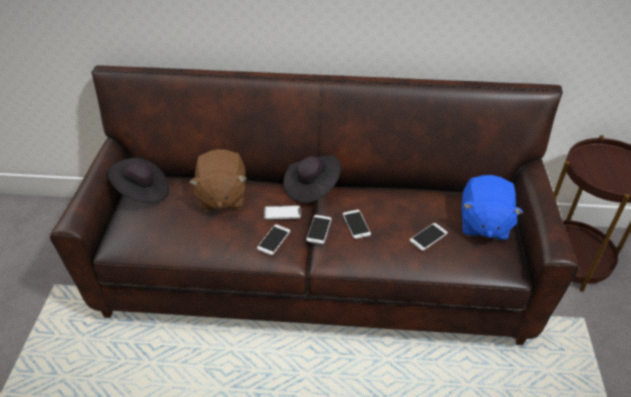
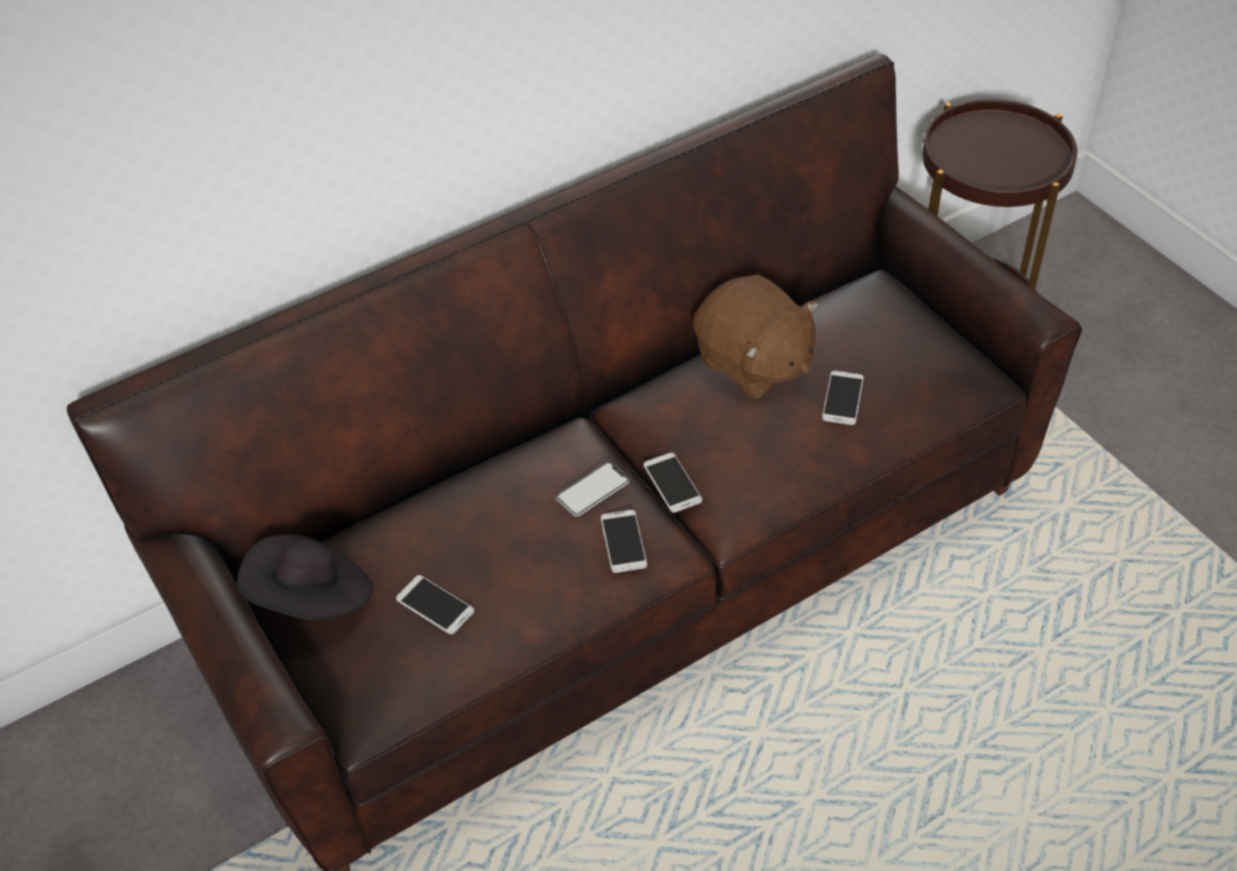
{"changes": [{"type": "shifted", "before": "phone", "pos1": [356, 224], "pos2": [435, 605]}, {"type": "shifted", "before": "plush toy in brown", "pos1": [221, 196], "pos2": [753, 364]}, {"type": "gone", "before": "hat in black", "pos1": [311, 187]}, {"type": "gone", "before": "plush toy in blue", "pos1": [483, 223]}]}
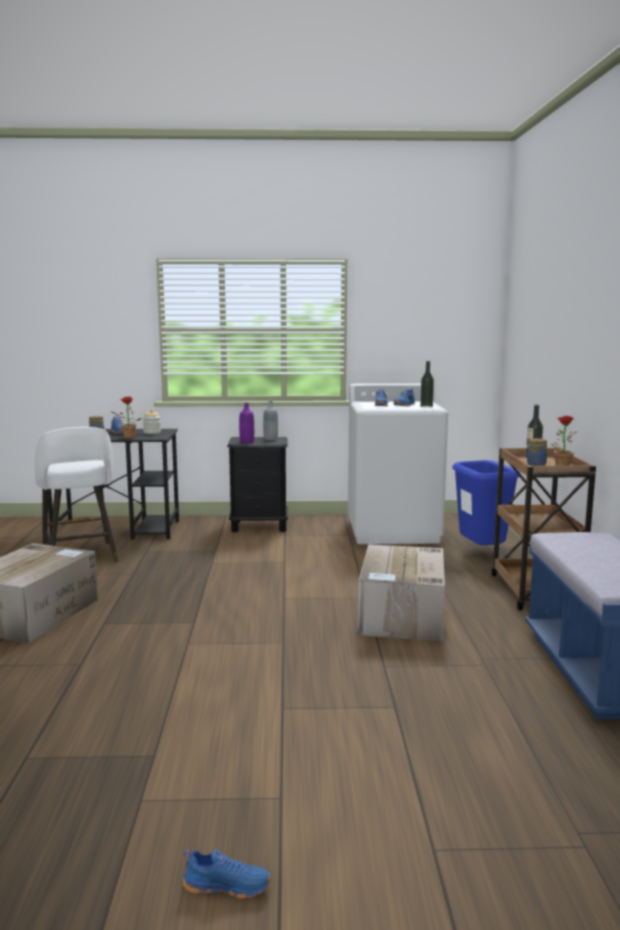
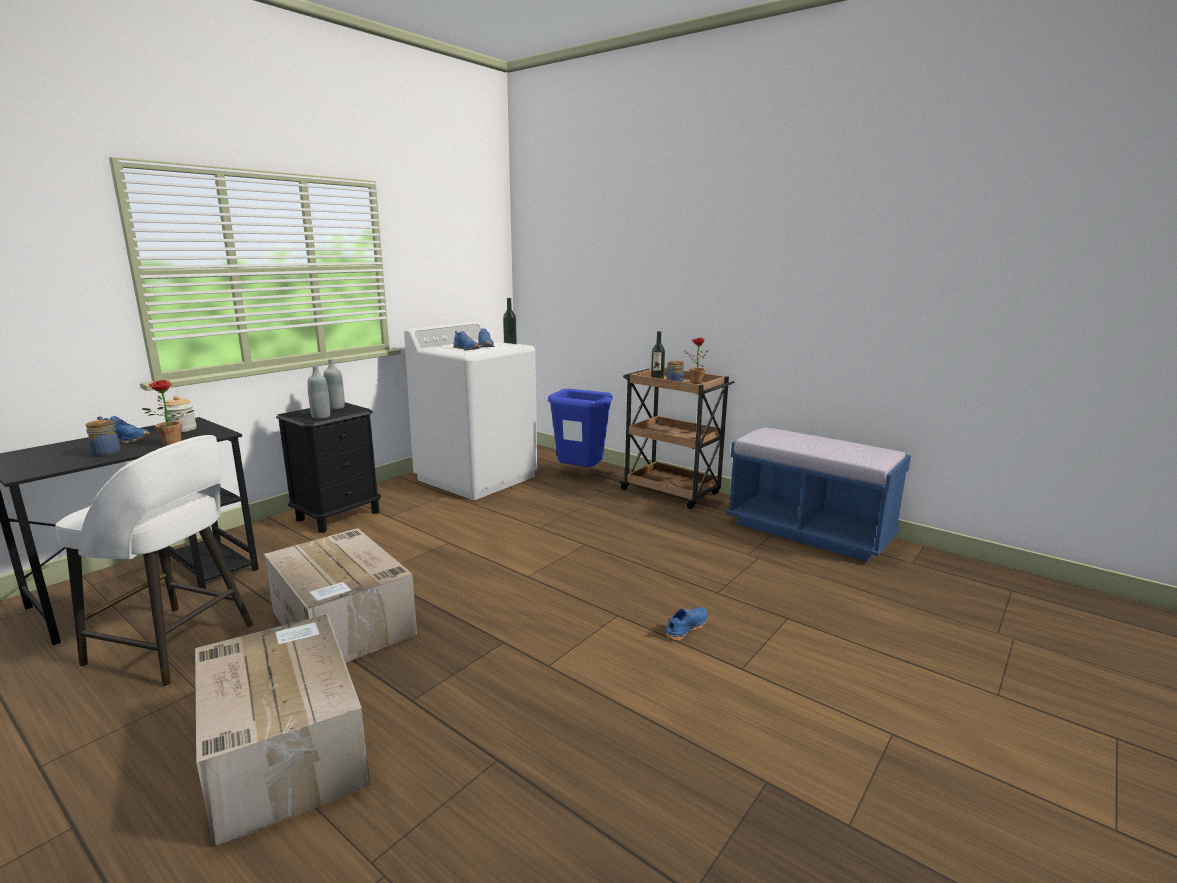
{"changes": [{"type": "shifted", "before": "cardboard box", "pos1": [402, 615], "pos2": [344, 623]}, {"type": "repainted", "before": "bottle in purple", "after": "bottle in grey", "pos1": [247, 442], "pos2": [321, 416]}, {"type": "shifted", "before": "shoe in blue", "pos1": [227, 885], "pos2": [685, 628]}]}
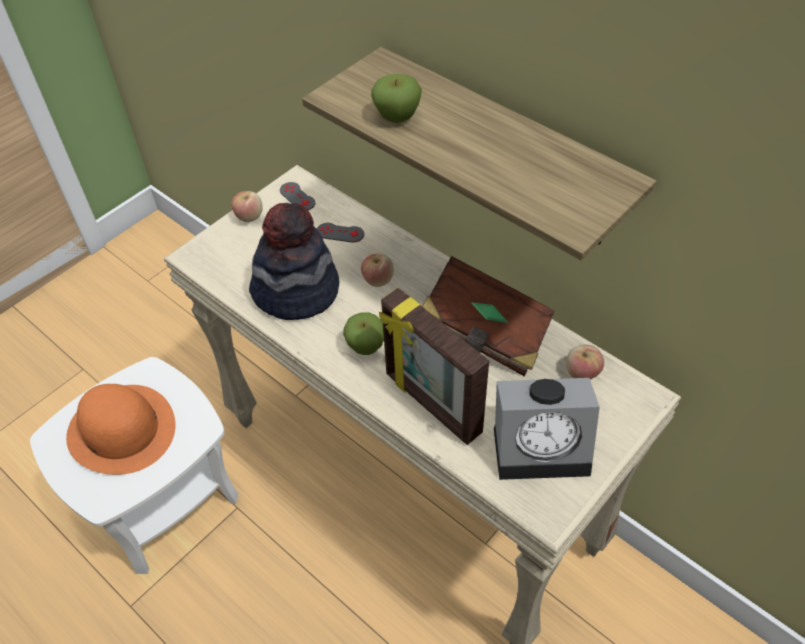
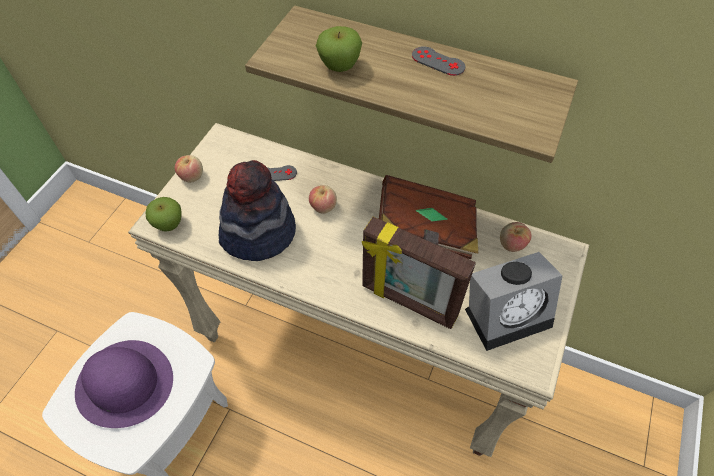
{"changes": [{"type": "repainted", "before": "hat in orange", "after": "hat in purple", "pos1": [122, 429], "pos2": [125, 383]}, {"type": "shifted", "before": "apple", "pos1": [366, 346], "pos2": [169, 224]}, {"type": "shifted", "before": "game controller in grey", "pos1": [297, 196], "pos2": [438, 61]}]}
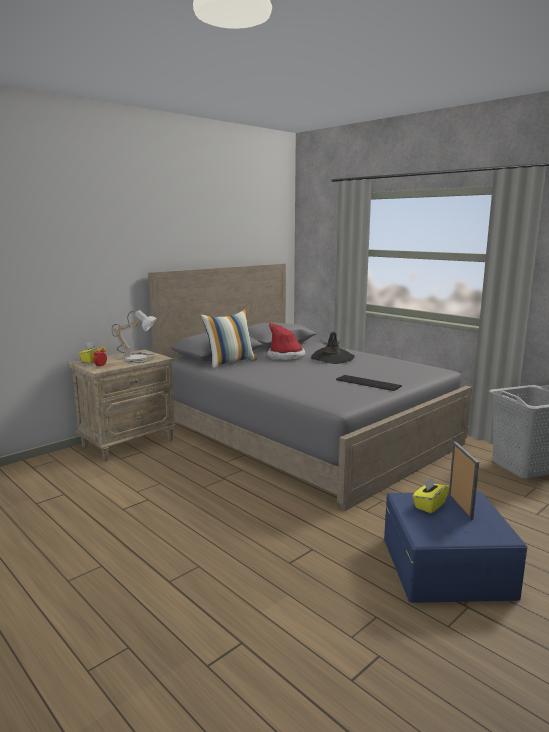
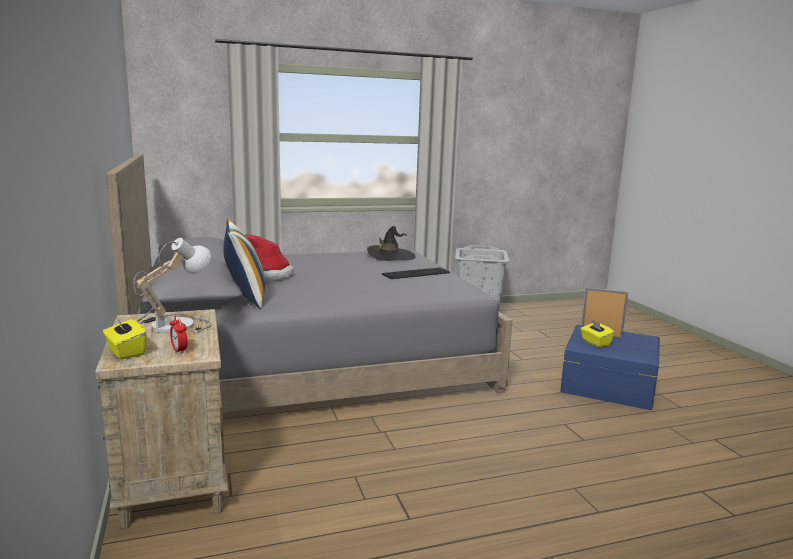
{"changes": [{"type": "shifted", "before": "hat in black", "pos1": [332, 358], "pos2": [391, 256]}]}
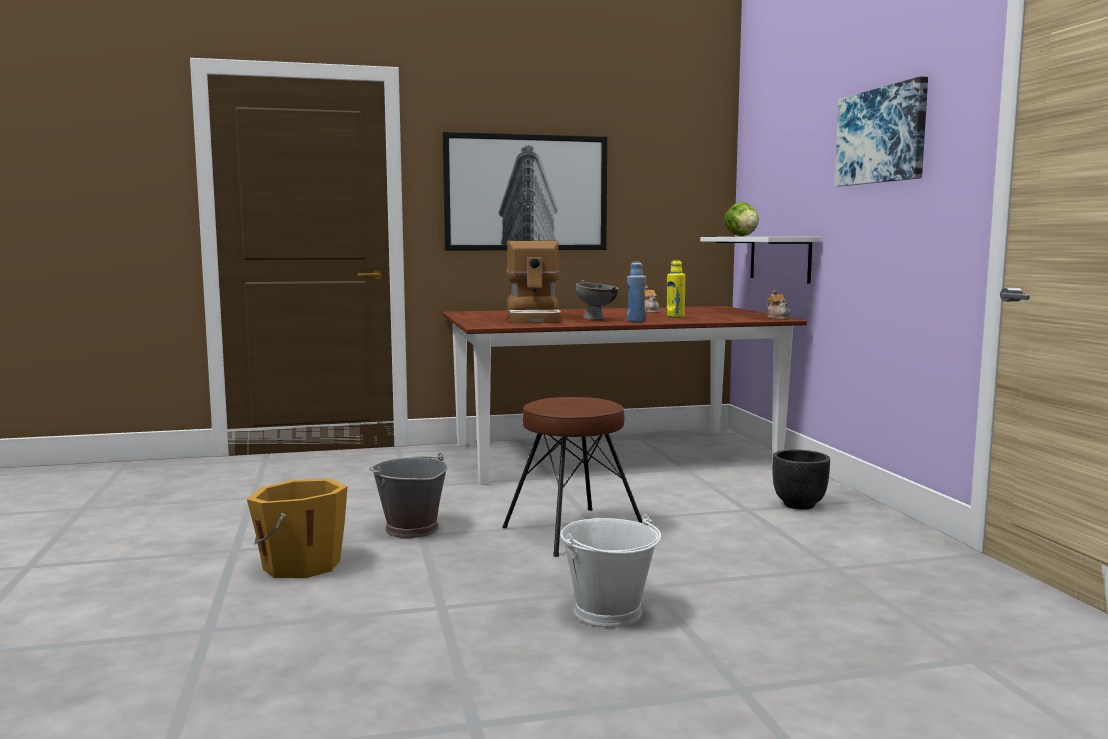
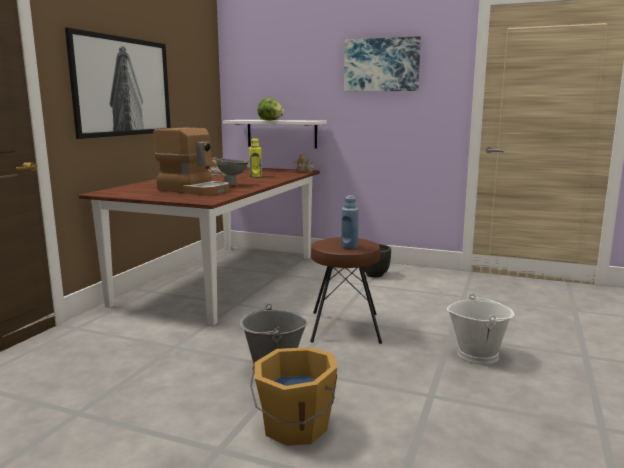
{"changes": [{"type": "shifted", "before": "bottle in blue", "pos1": [636, 321], "pos2": [349, 247]}]}
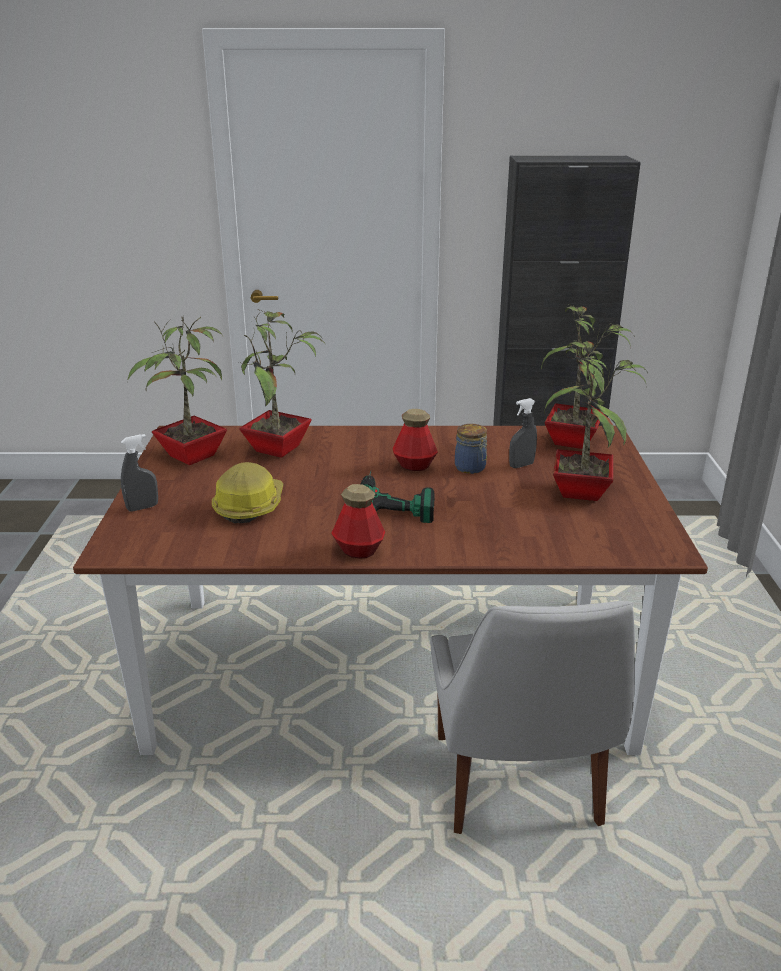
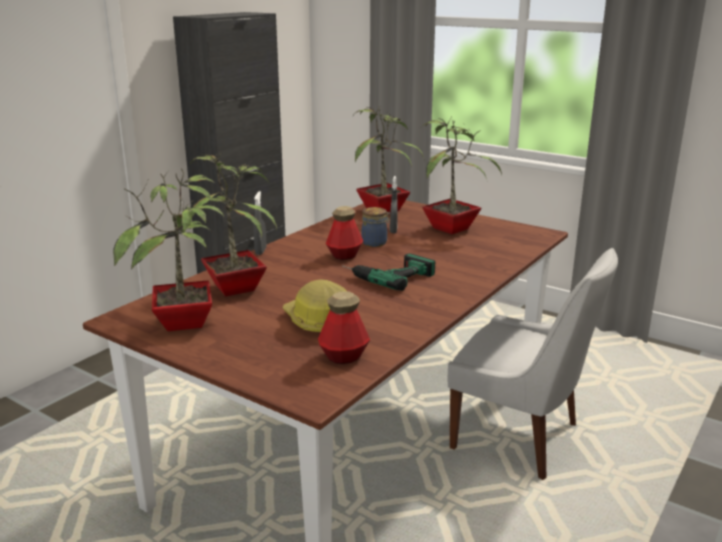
{"changes": [{"type": "shifted", "before": "spray bottle in grey", "pos1": [142, 507], "pos2": [260, 251]}, {"type": "shifted", "before": "bottle", "pos1": [358, 550], "pos2": [344, 356]}]}
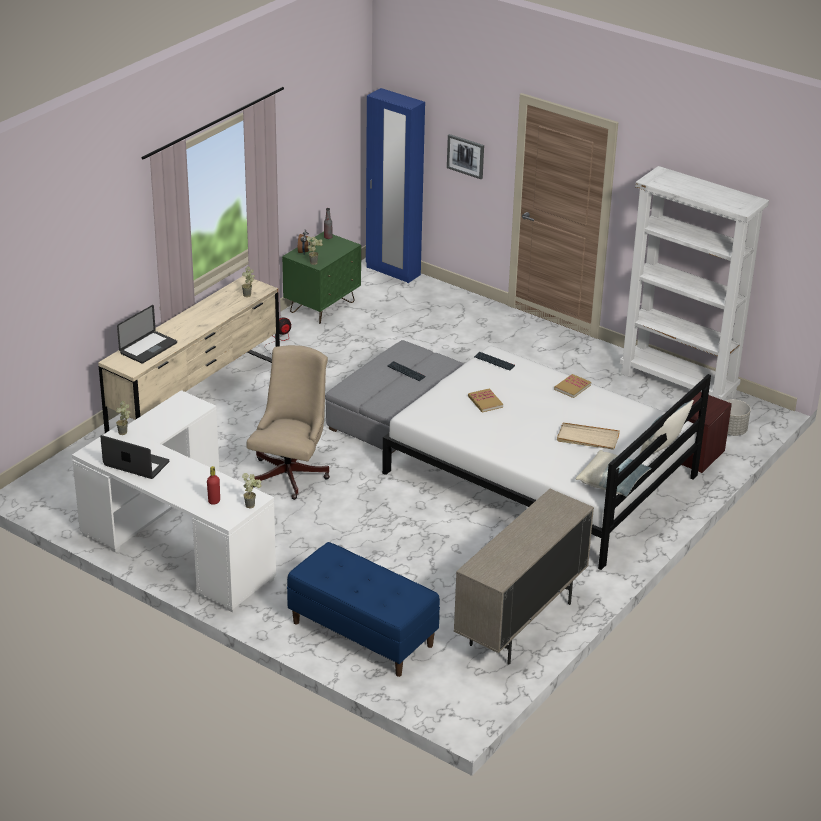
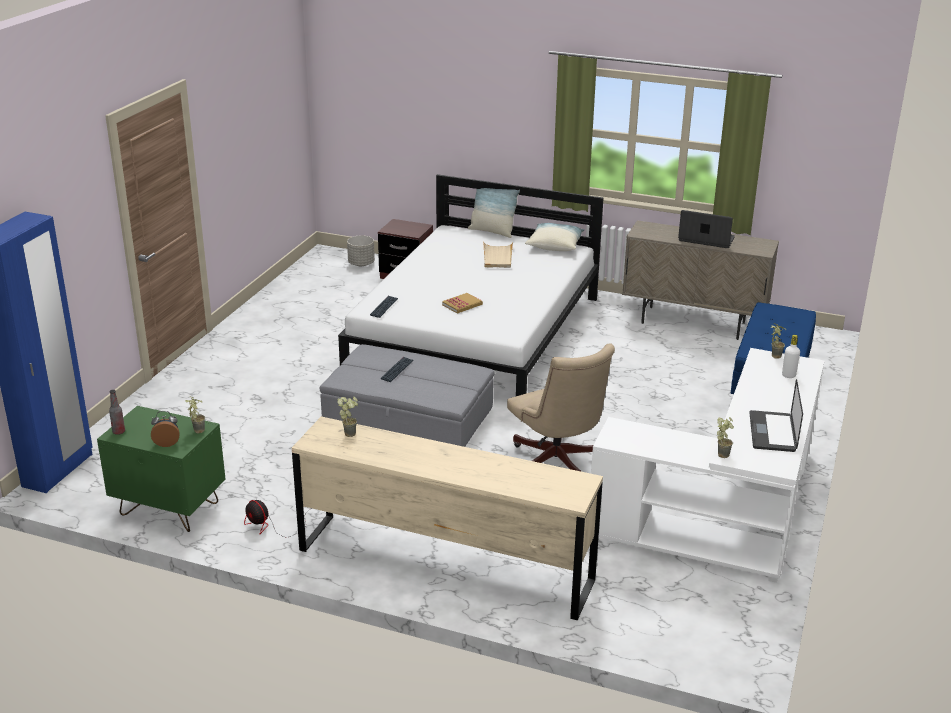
{"changes": [{"type": "rotated", "before": "office chair in beige", "pos1": [291, 473], "pos2": [558, 464], "turn": -120}, {"type": "shifted", "before": "laptop", "pos1": [148, 348], "pos2": [706, 239]}, {"type": "repainted", "before": "bottle in red", "after": "bottle in white", "pos1": [214, 501], "pos2": [788, 375]}, {"type": "gone", "before": "picture", "pos1": [466, 156]}, {"type": "gone", "before": "book", "pos1": [572, 387]}, {"type": "gone", "before": "bookcase in white", "pos1": [679, 384]}]}
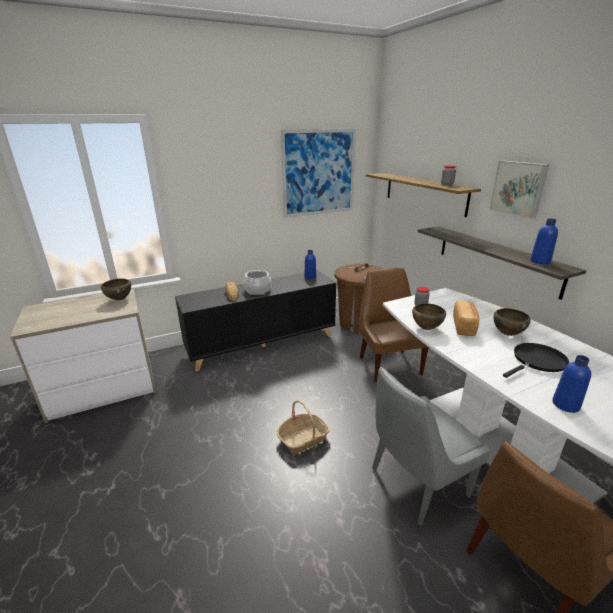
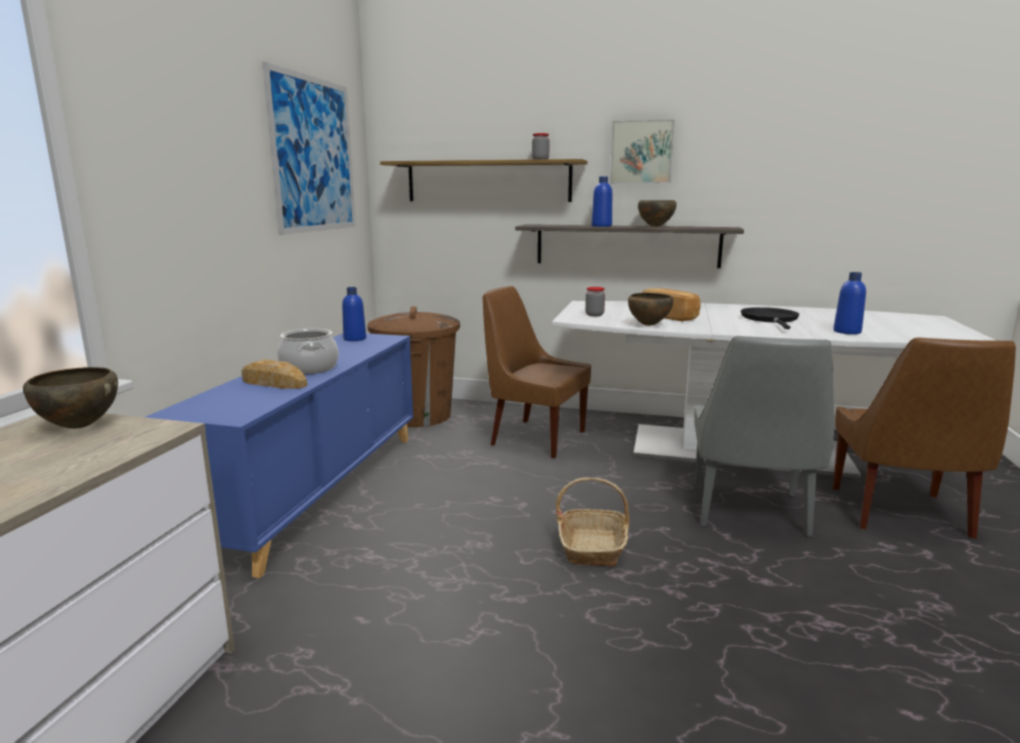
{"changes": [{"type": "repainted", "before": "cabinet in black", "after": "cabinet in blue", "pos1": [262, 344], "pos2": [317, 490]}, {"type": "shifted", "before": "bottle in blue", "pos1": [540, 261], "pos2": [601, 226]}, {"type": "shifted", "before": "bowl in brown", "pos1": [507, 334], "pos2": [655, 226]}]}
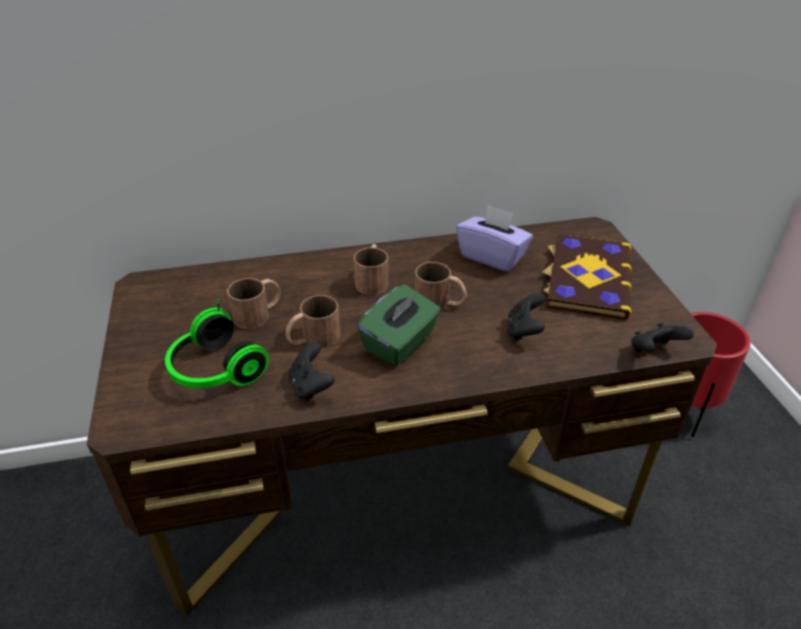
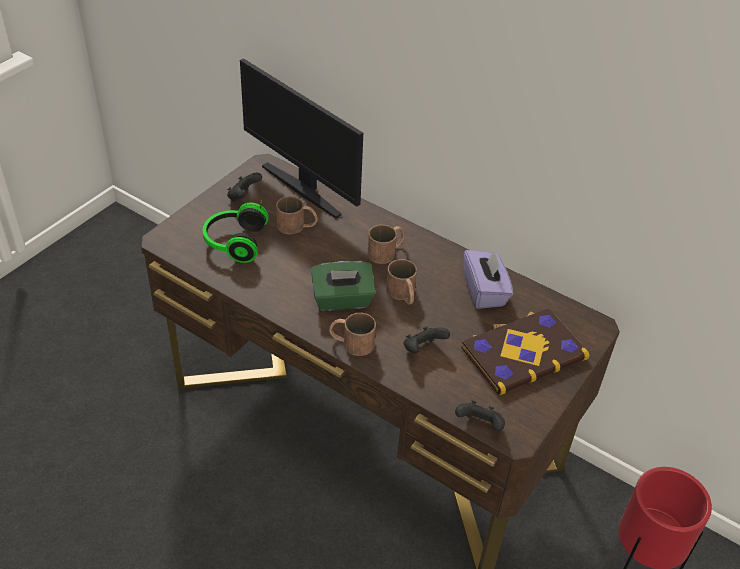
{"changes": [{"type": "shifted", "before": "game controller in black", "pos1": [311, 386], "pos2": [243, 197]}, {"type": "new", "after": "monitor", "pos2": [303, 188]}, {"type": "shifted", "before": "mug in brown", "pos1": [313, 338], "pos2": [351, 342]}]}
